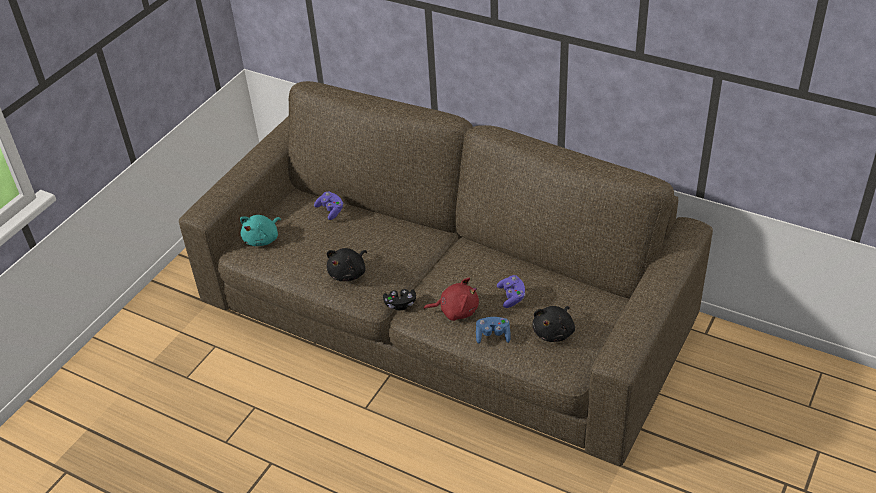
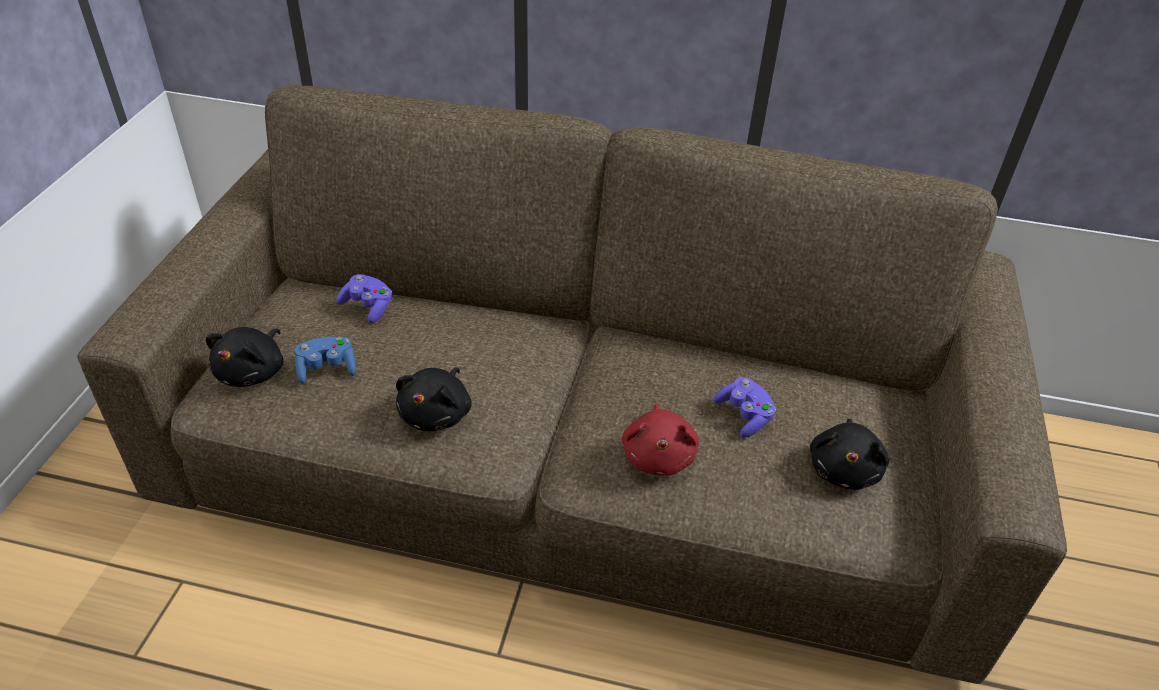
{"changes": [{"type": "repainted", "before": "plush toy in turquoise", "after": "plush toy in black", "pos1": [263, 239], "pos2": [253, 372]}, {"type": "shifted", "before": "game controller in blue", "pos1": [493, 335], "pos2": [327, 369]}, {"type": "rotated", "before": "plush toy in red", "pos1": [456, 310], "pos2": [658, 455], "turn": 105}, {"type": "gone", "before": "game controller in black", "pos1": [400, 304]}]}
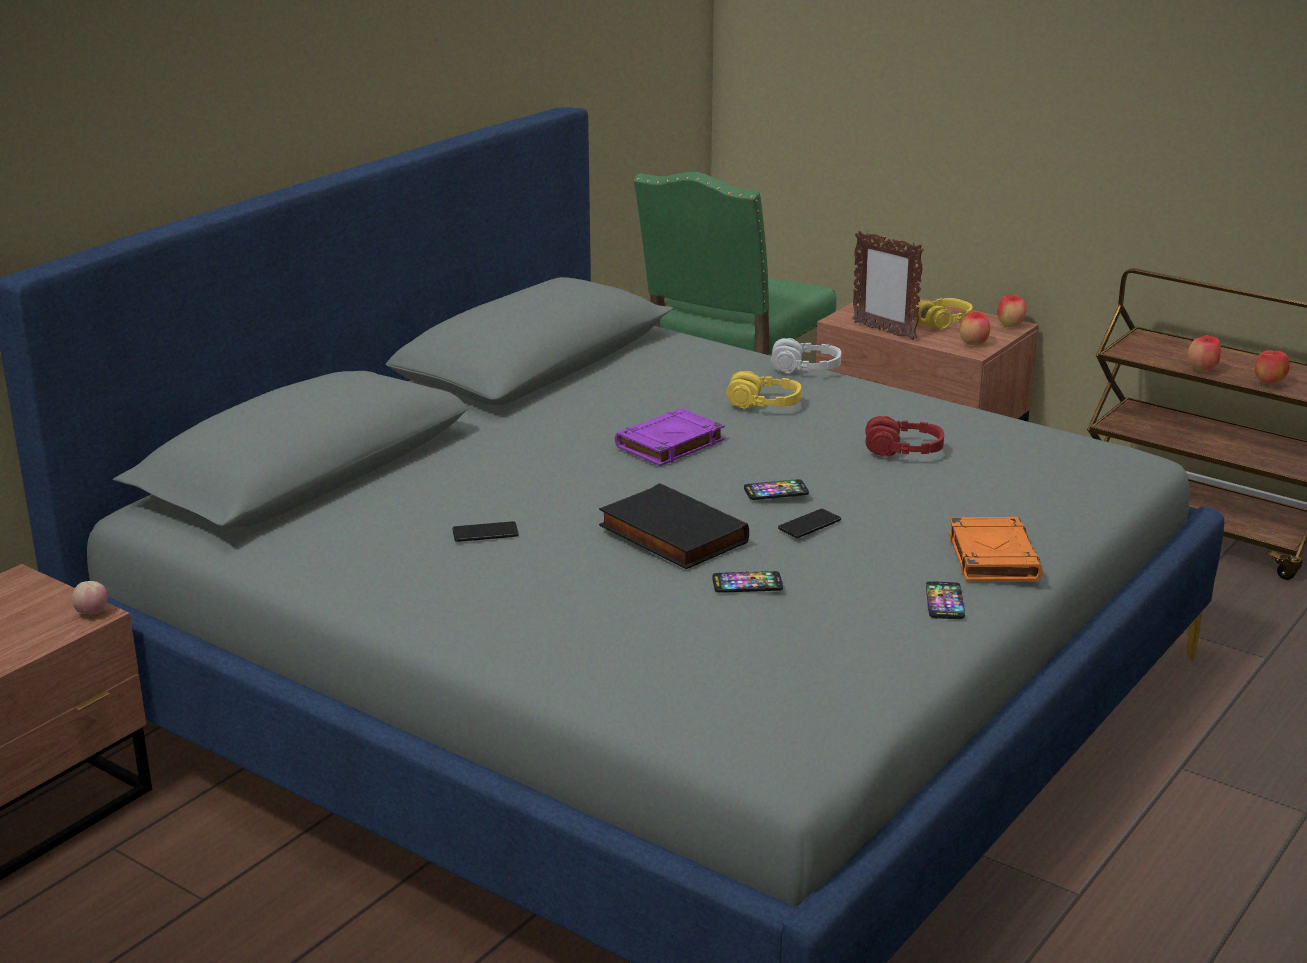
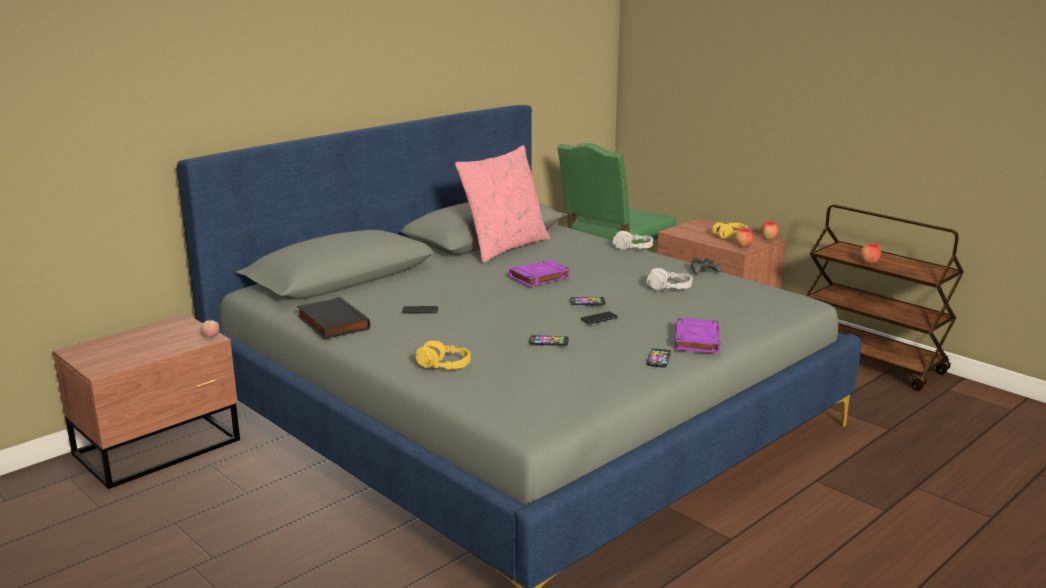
{"changes": [{"type": "shifted", "before": "book in black", "pos1": [670, 535], "pos2": [331, 323]}, {"type": "shifted", "before": "headphones in yellow", "pos1": [764, 404], "pos2": [444, 365]}, {"type": "new", "after": "pillow in pink", "pos2": [504, 247]}, {"type": "repainted", "before": "headphones in red", "after": "headphones in grey", "pos1": [903, 450], "pos2": [669, 288]}, {"type": "repainted", "before": "book in orange", "after": "book in purple", "pos1": [992, 556], "pos2": [696, 340]}, {"type": "new", "after": "game controller in black", "pos2": [704, 271]}, {"type": "gone", "before": "picture frame", "pos1": [883, 331]}, {"type": "gone", "before": "apple", "pos1": [1269, 383]}]}
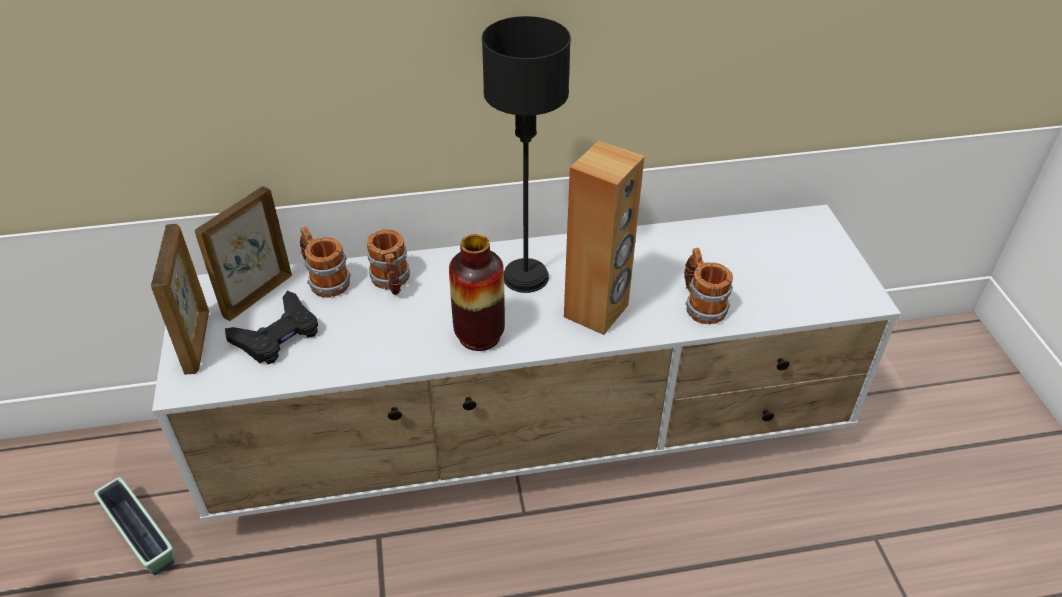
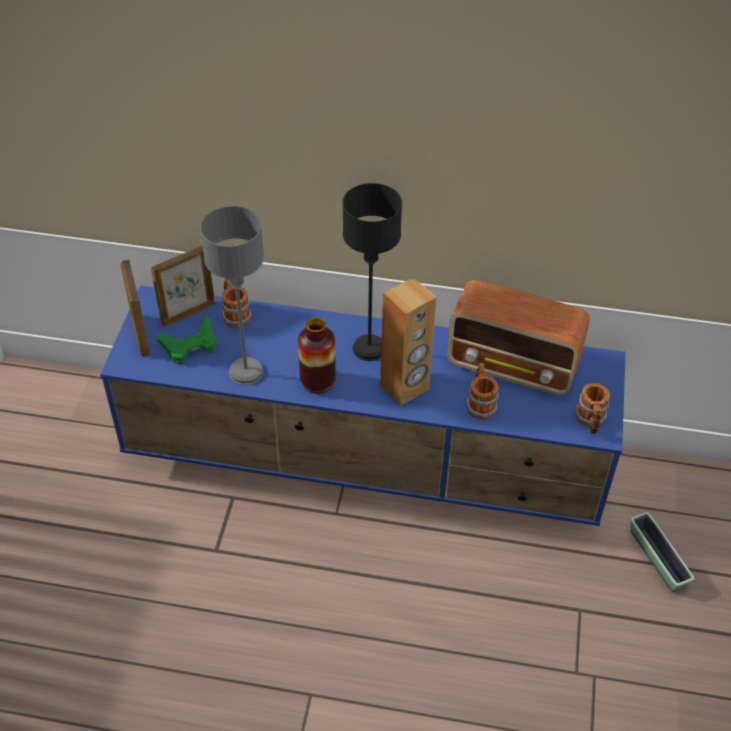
{"changes": [{"type": "repainted", "before": "tv stand in white", "after": "tv stand in blue", "pos1": [533, 439], "pos2": [366, 464]}, {"type": "rotated", "before": "picture frame", "pos1": [198, 341], "pos2": [140, 336], "turn": 150}, {"type": "repainted", "before": "game controller in black", "after": "game controller in green", "pos1": [277, 335], "pos2": [190, 345]}, {"type": "new", "after": "table lamp in grey", "pos2": [245, 372]}, {"type": "new", "after": "radio", "pos2": [513, 366]}, {"type": "shifted", "before": "mug", "pos1": [392, 282], "pos2": [590, 422]}, {"type": "shifted", "before": "planter", "pos1": [140, 535], "pos2": [657, 559]}]}
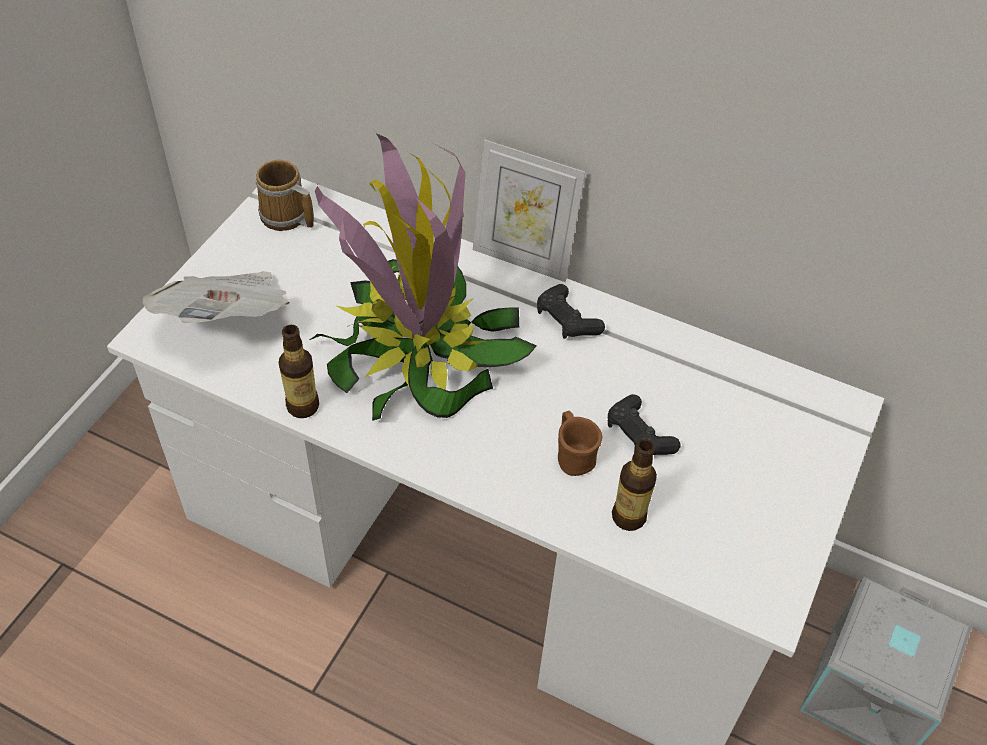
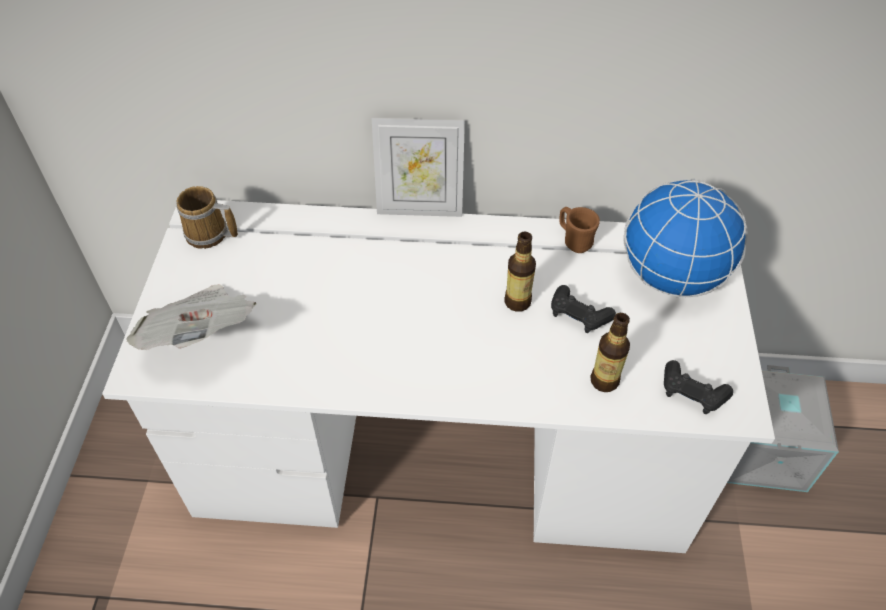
{"changes": [{"type": "shifted", "before": "bottle", "pos1": [303, 406], "pos2": [517, 302]}, {"type": "shifted", "before": "mug in brown", "pos1": [573, 456], "pos2": [574, 240]}, {"type": "new", "after": "globe", "pos2": [671, 277]}, {"type": "shifted", "before": "game controller in black", "pos1": [567, 320], "pos2": [692, 393]}, {"type": "gone", "before": "potted plant", "pos1": [416, 354]}]}
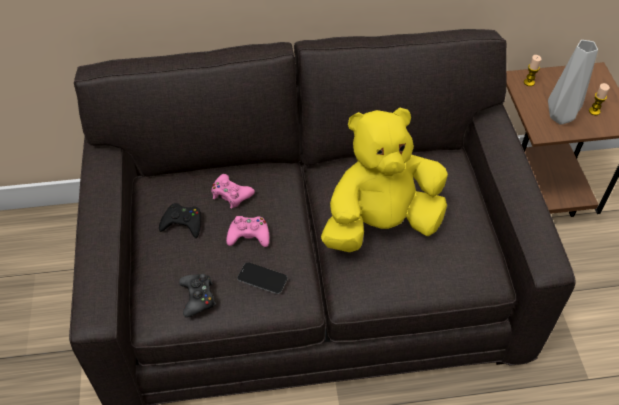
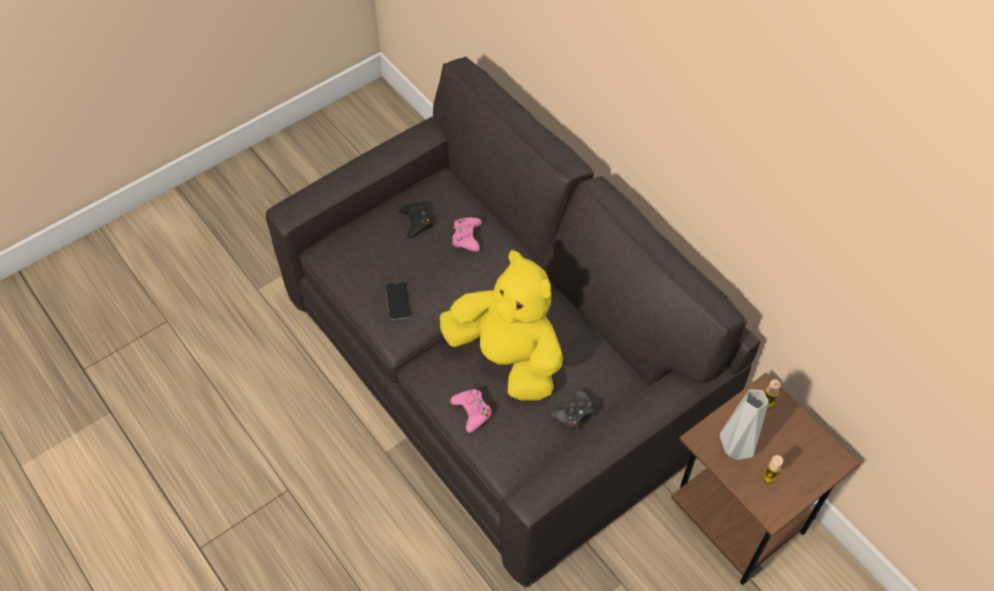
{"changes": [{"type": "shifted", "before": "game controller in pink", "pos1": [249, 235], "pos2": [472, 412]}, {"type": "shifted", "before": "game controller in black", "pos1": [198, 297], "pos2": [575, 414]}]}
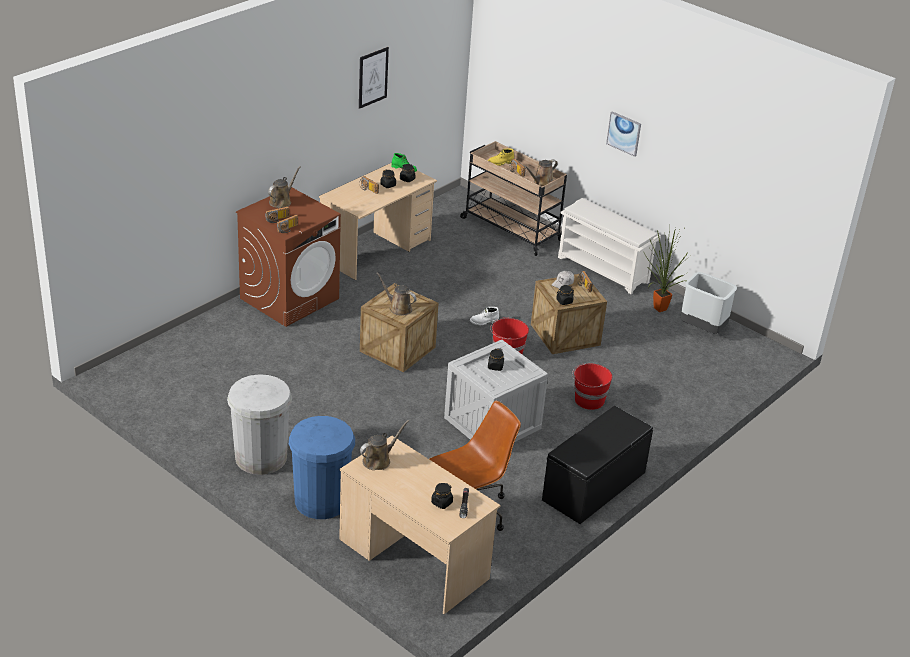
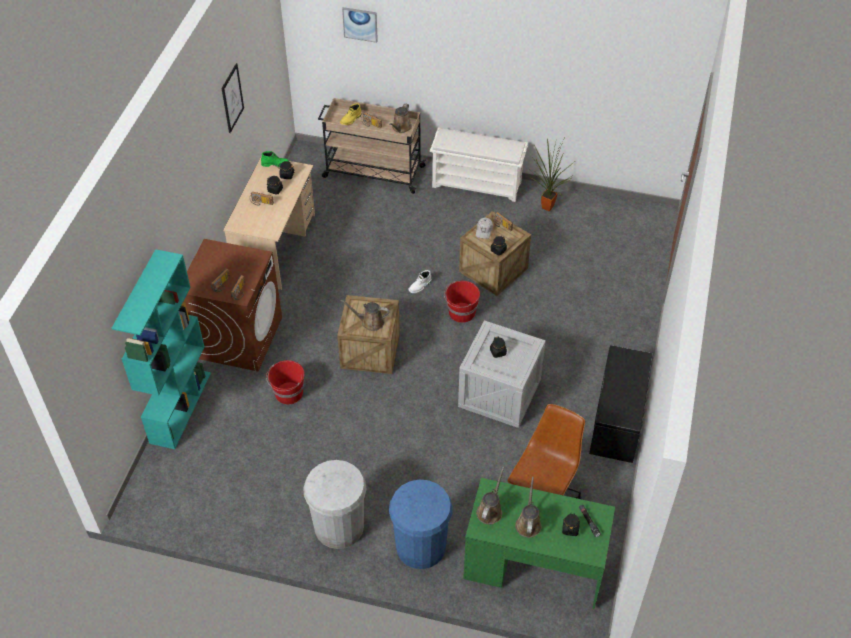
{"changes": [{"type": "new", "after": "bookcase in turquoise", "pos2": [180, 407]}, {"type": "shifted", "before": "bucket in red", "pos1": [588, 400], "pos2": [288, 393]}, {"type": "shifted", "before": "picture", "pos1": [624, 133], "pos2": [360, 24]}, {"type": "repainted", "before": "desk in beige", "after": "desk in green", "pos1": [413, 559], "pos2": [533, 566]}, {"type": "shifted", "before": "watering can in brown", "pos1": [281, 201], "pos2": [528, 523]}, {"type": "gone", "before": "trash can in grey", "pos1": [703, 329]}]}
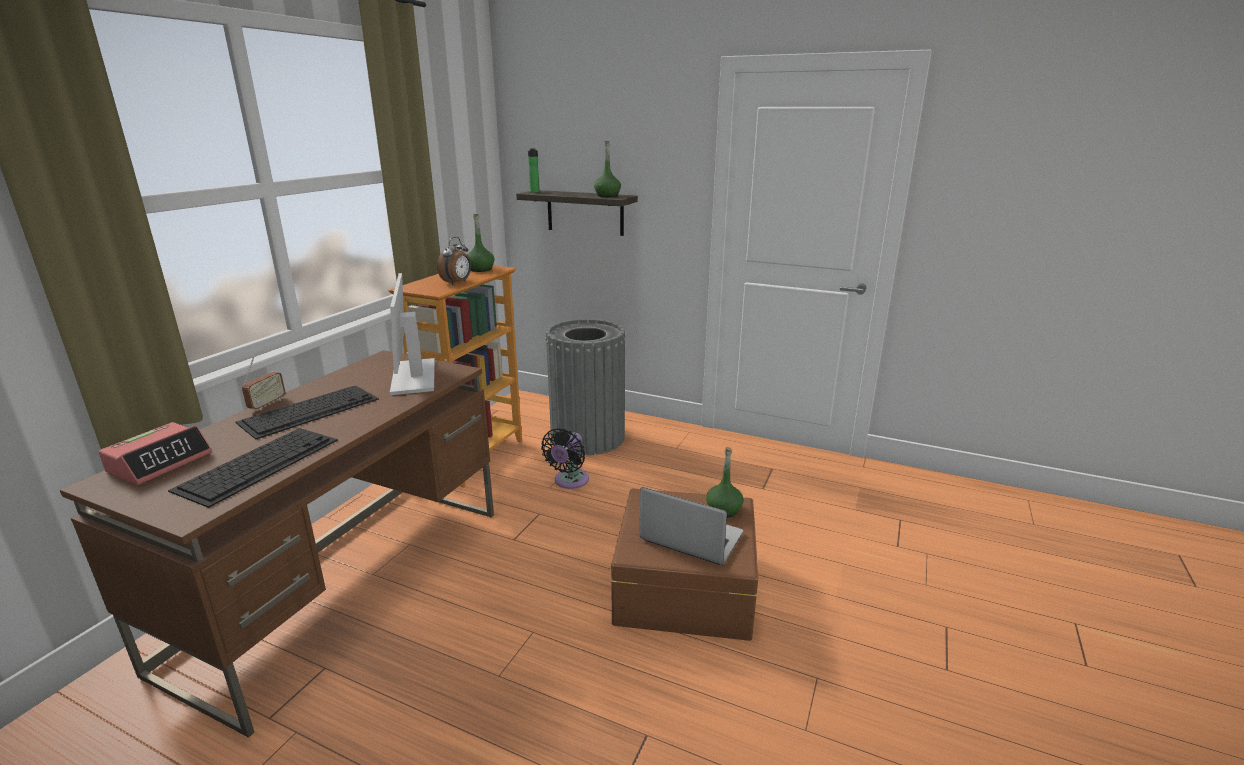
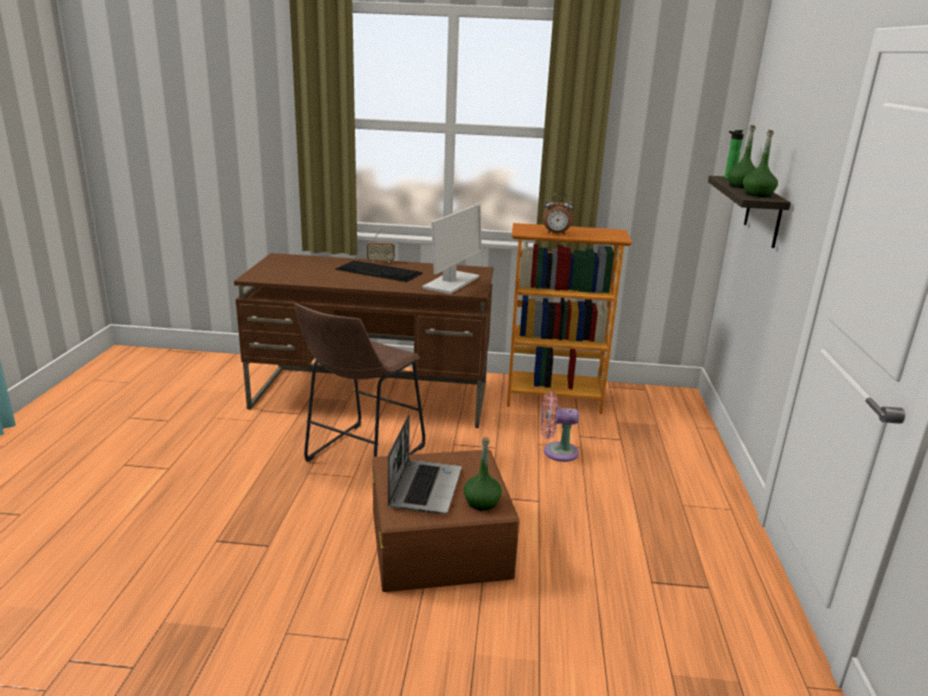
{"changes": [{"type": "new", "after": "stool in brown", "pos2": [361, 456]}, {"type": "rotated", "before": "monitor", "pos1": [413, 376], "pos2": [451, 283], "turn": 150}, {"type": "repainted", "before": "fan in black", "after": "fan in pink", "pos1": [569, 481], "pos2": [556, 452]}, {"type": "shifted", "before": "bottle in green", "pos1": [480, 269], "pos2": [741, 186]}, {"type": "gone", "before": "alarm clock", "pos1": [160, 462]}, {"type": "gone", "before": "keyboard", "pos1": [260, 463]}, {"type": "gone", "before": "trash can in grey", "pos1": [588, 437]}]}
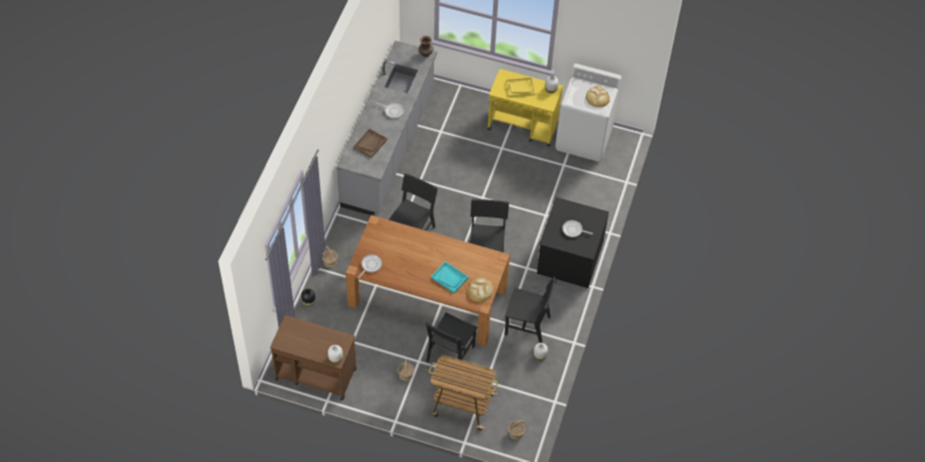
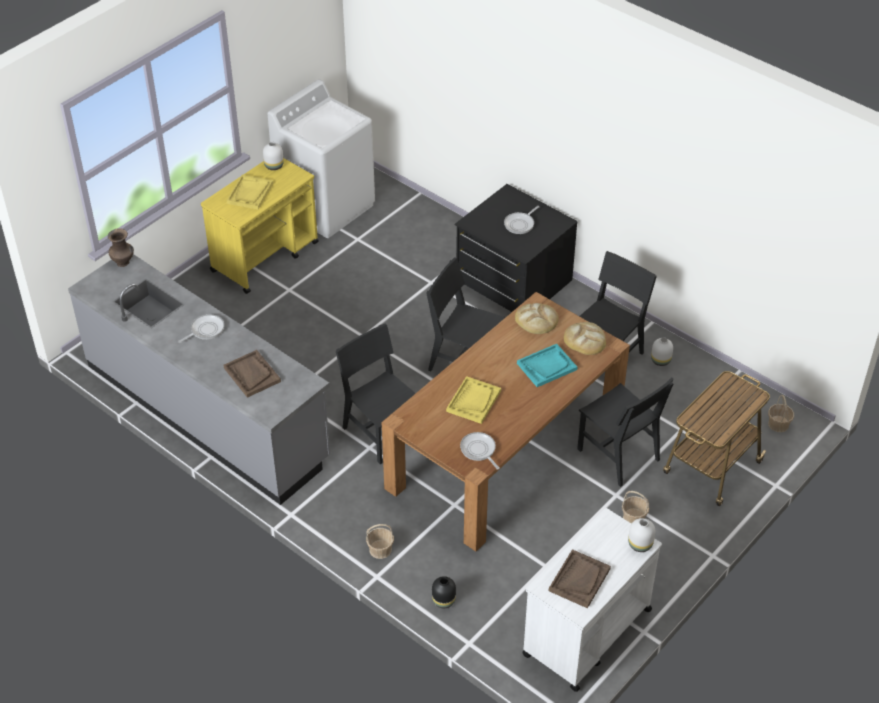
{"changes": [{"type": "new", "after": "tray in yellow", "pos2": [473, 401]}, {"type": "shifted", "before": "bread", "pos1": [597, 98], "pos2": [536, 320]}, {"type": "repainted", "before": "cart in brown", "after": "cart in white", "pos1": [315, 373], "pos2": [586, 632]}, {"type": "new", "after": "tray in brown", "pos2": [579, 579]}]}
